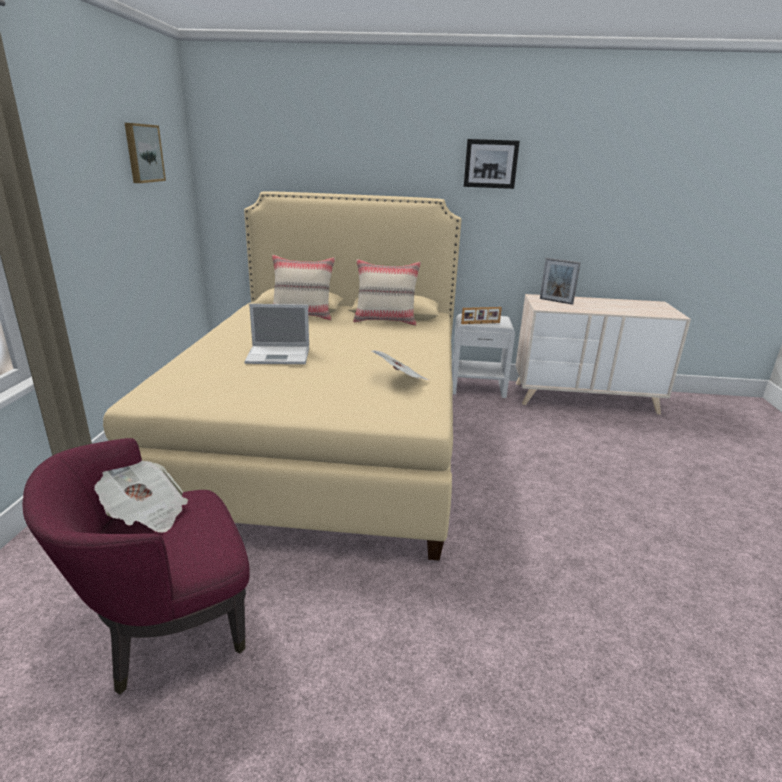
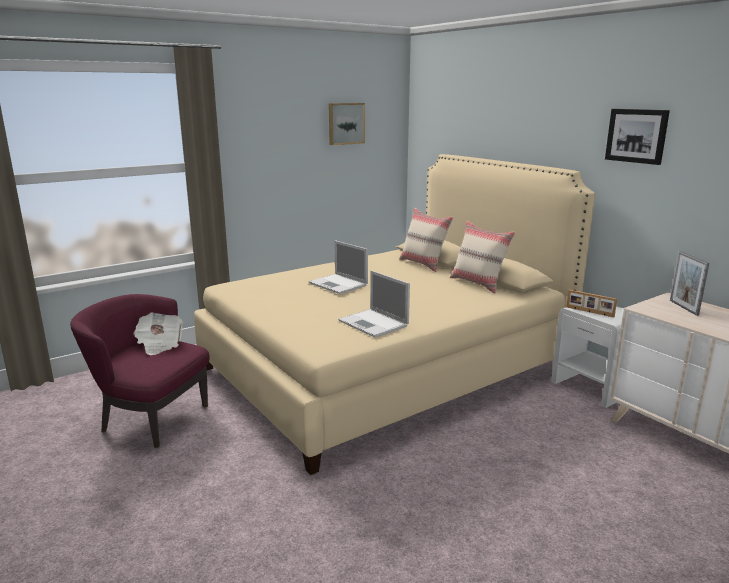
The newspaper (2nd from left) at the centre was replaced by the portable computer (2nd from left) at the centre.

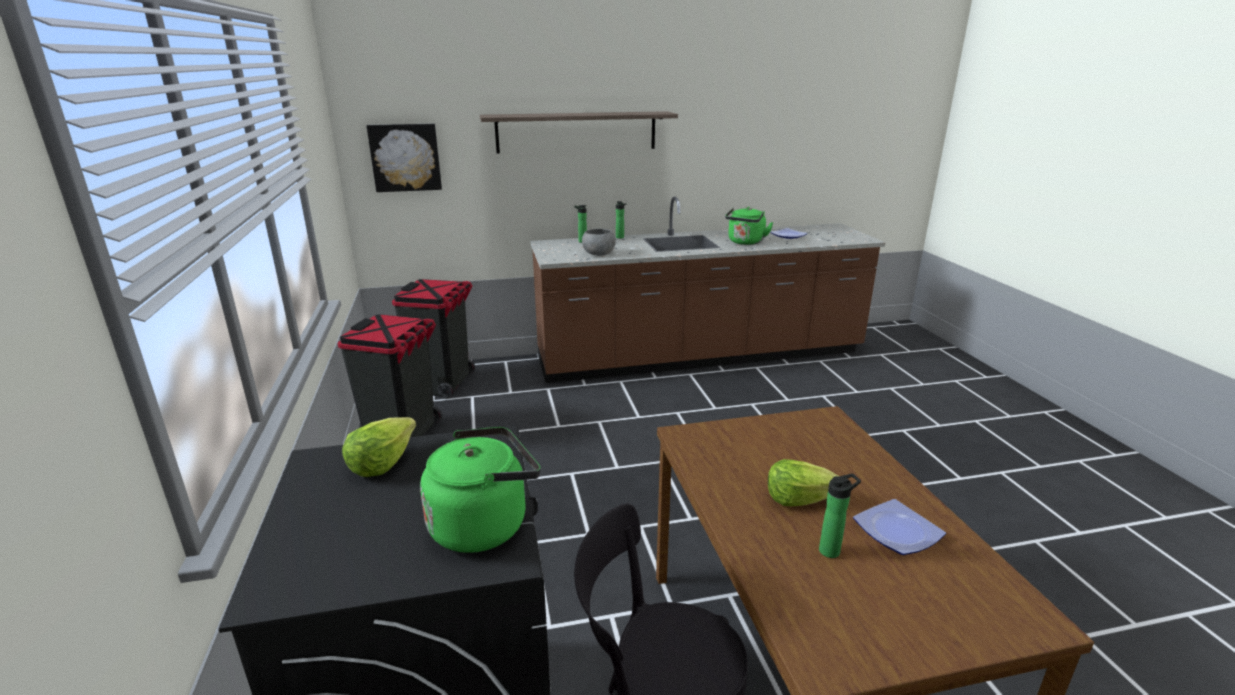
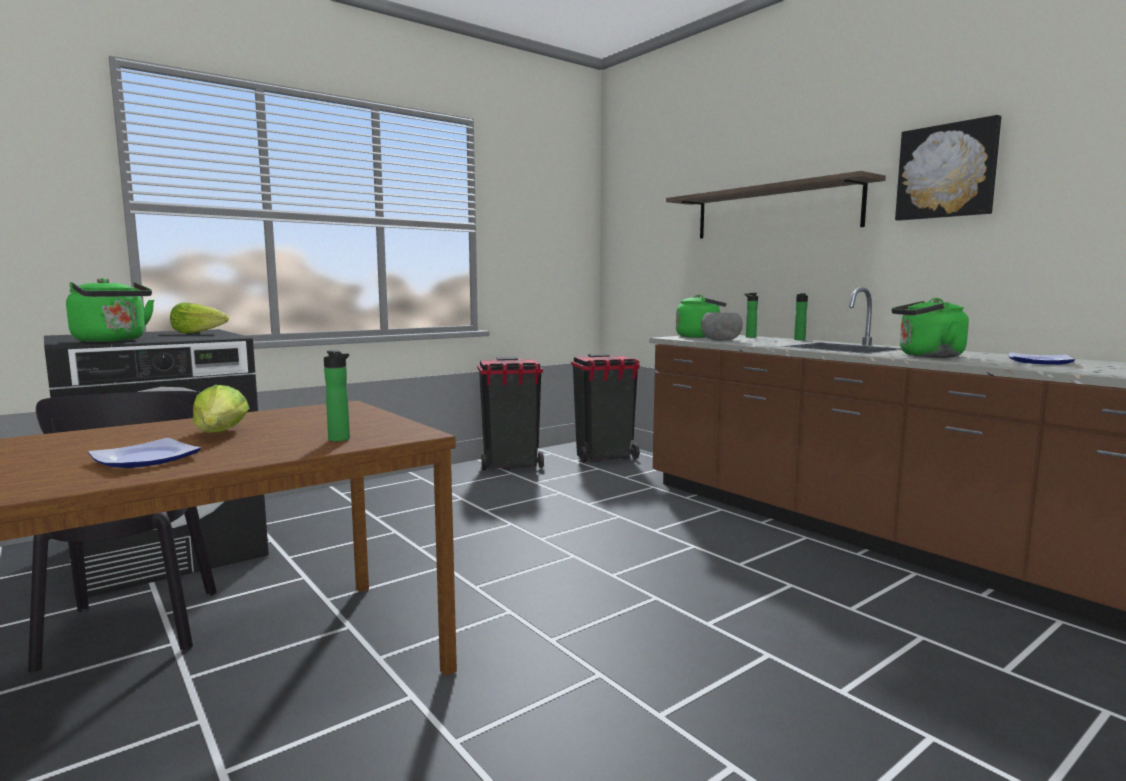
The picture moved from the top left to the top right.
The drink bottle (3rd from left in the first image) moved from the bottom right to the middle left.
The green-coloured water kettle (2nd from left) at the centre appeared.

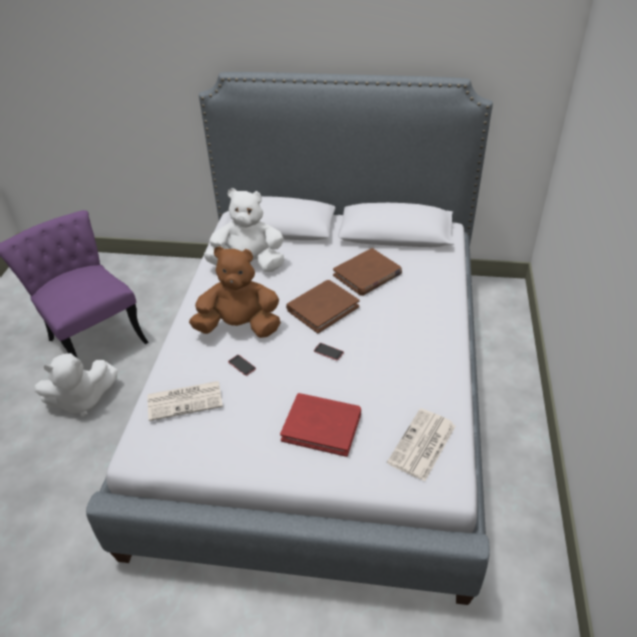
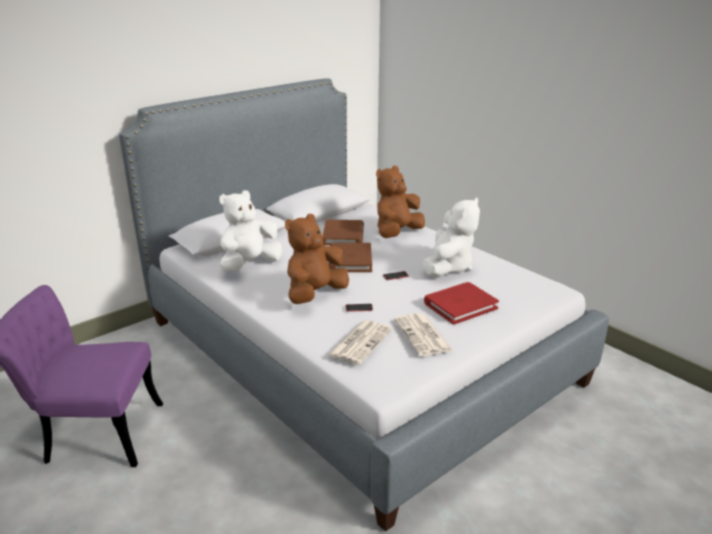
The whitish soft toy (1st from left in the first image) moved from the middle left to the centre.
The newspaper (2nd from left) moved from the bottom centre to the centre.
The brown-coloured soft toy (2nd from left) at the centre appeared.

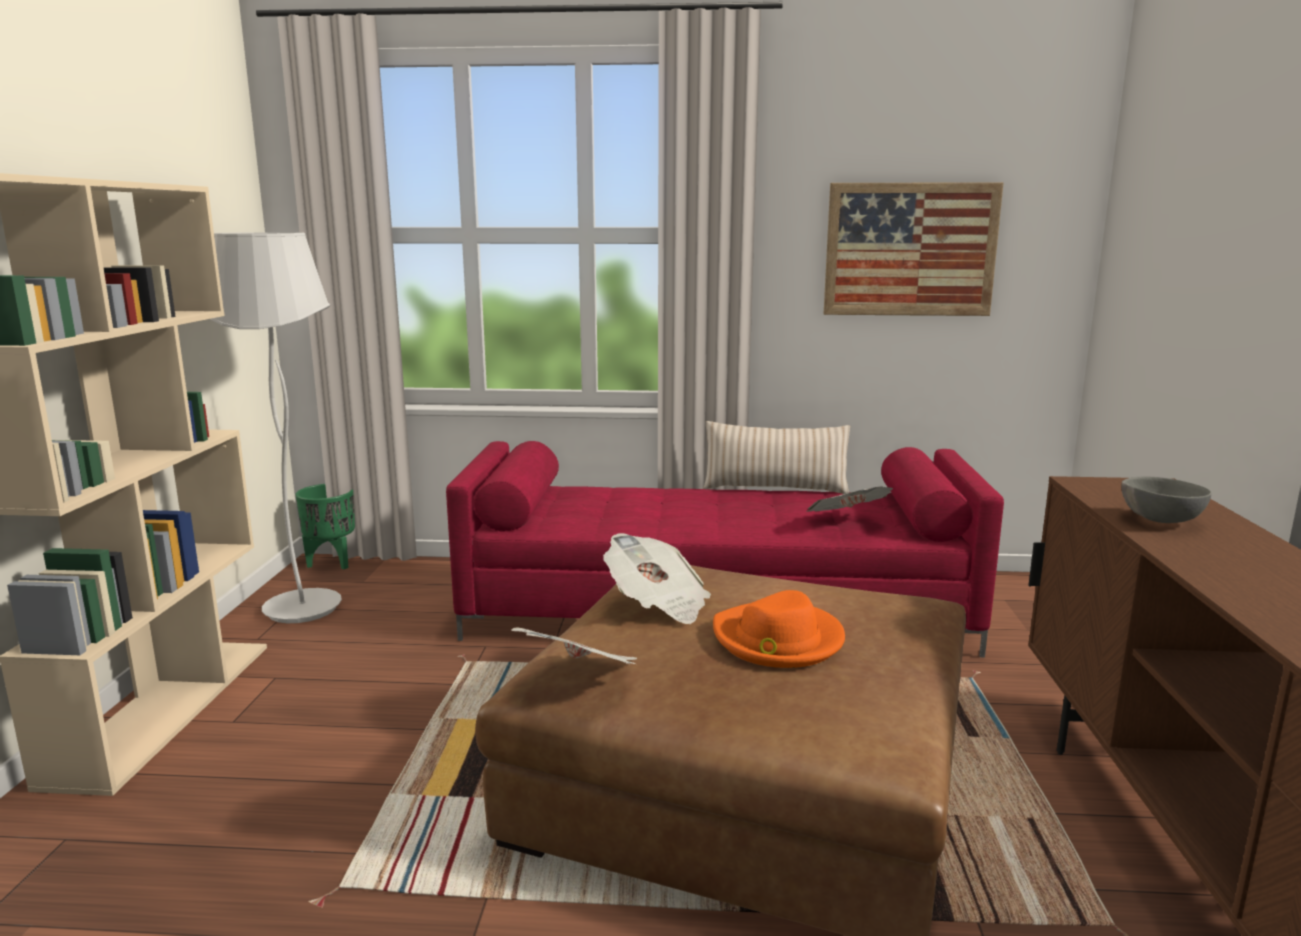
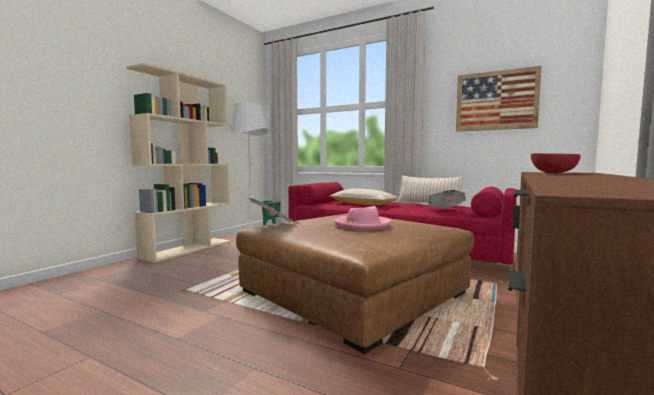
The newspaper (2nd from left) at the centre disappeared.
The orangey wearable hat at the bottom centre became the pink wearable hat at the centre.
The gray deep dish at the middle right became the reddish deep dish at the middle right.
The beige pillow (1st from left) at the centre appeared.

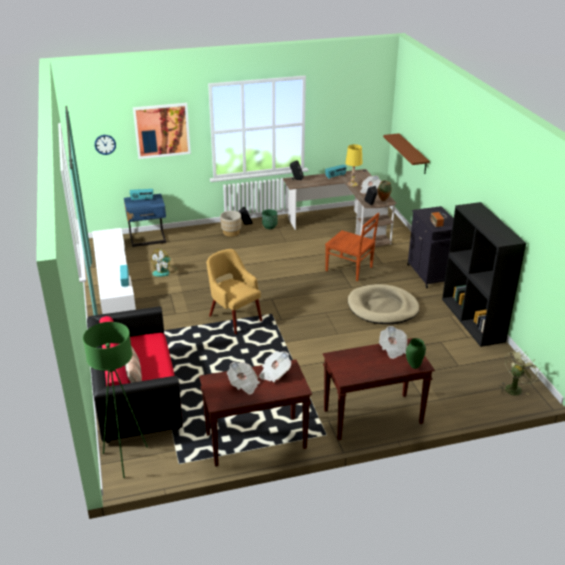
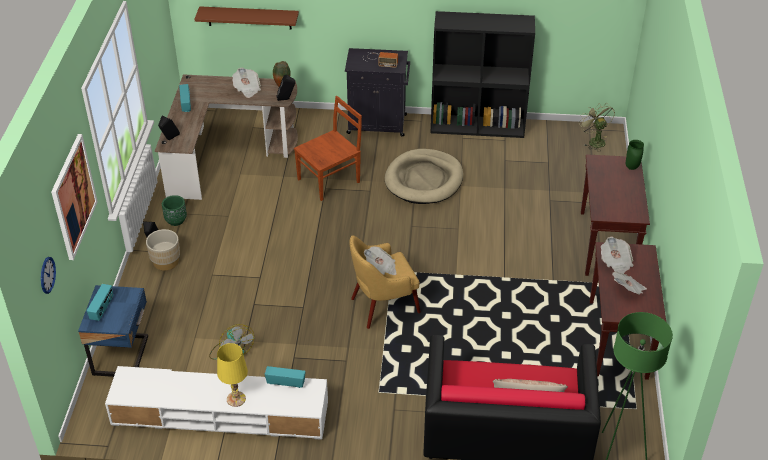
The yellow-coloured lamp for a table moved from the top centre to the bottom left.
The newspaper (4th from left in the first image) moved from the middle right to the centre.

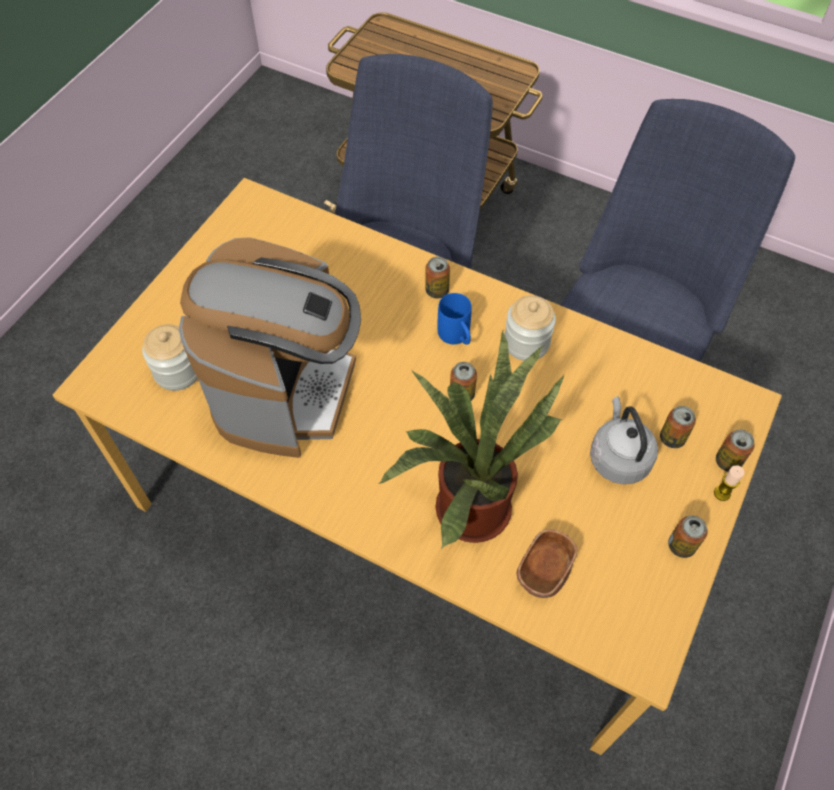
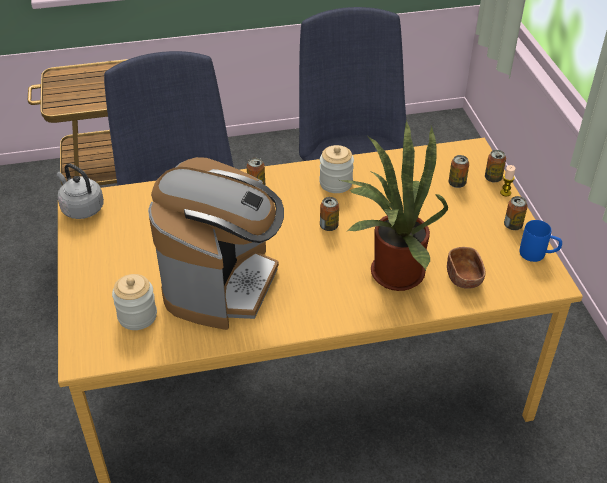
The coffee brewer at the middle left turned 45 degrees clockwise.
The bluish coffee mug moved from the centre to the middle right.
The gray water kettle moved from the middle right to the middle left.

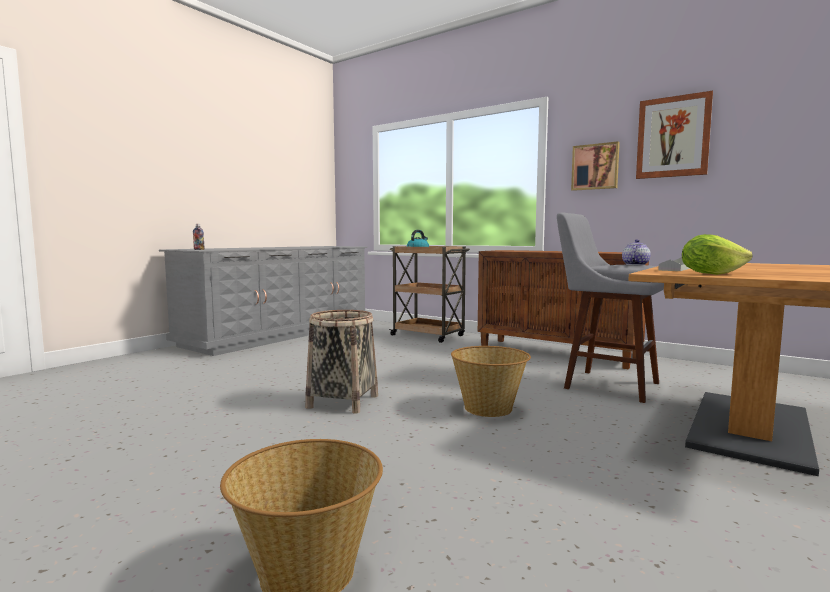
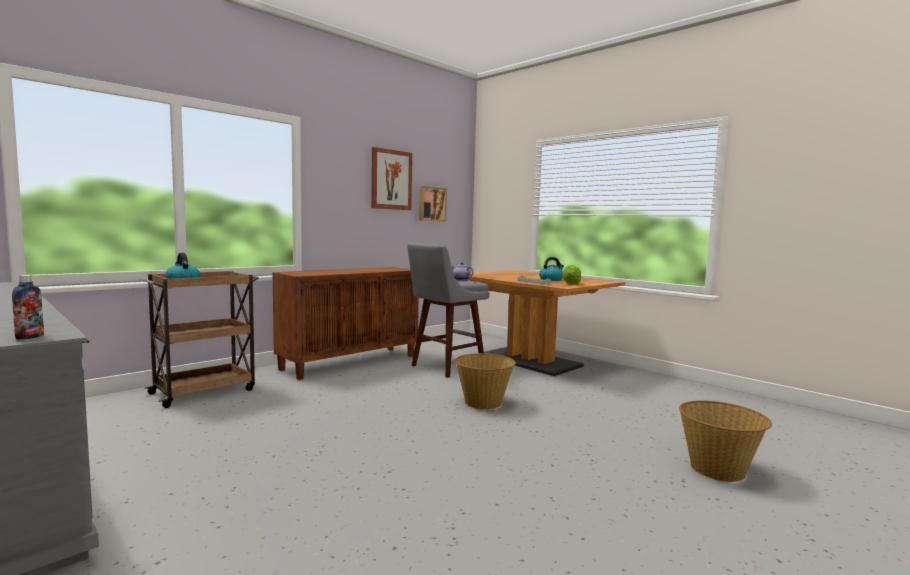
The basket (2nd from left) at the centre disappeared.
The picture (1st from left in the first image) moved from the top right to the centre.
The water kettle (2nd from left) at the centre appeared.

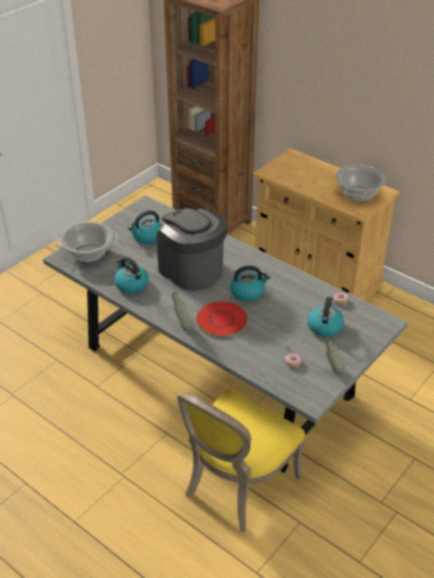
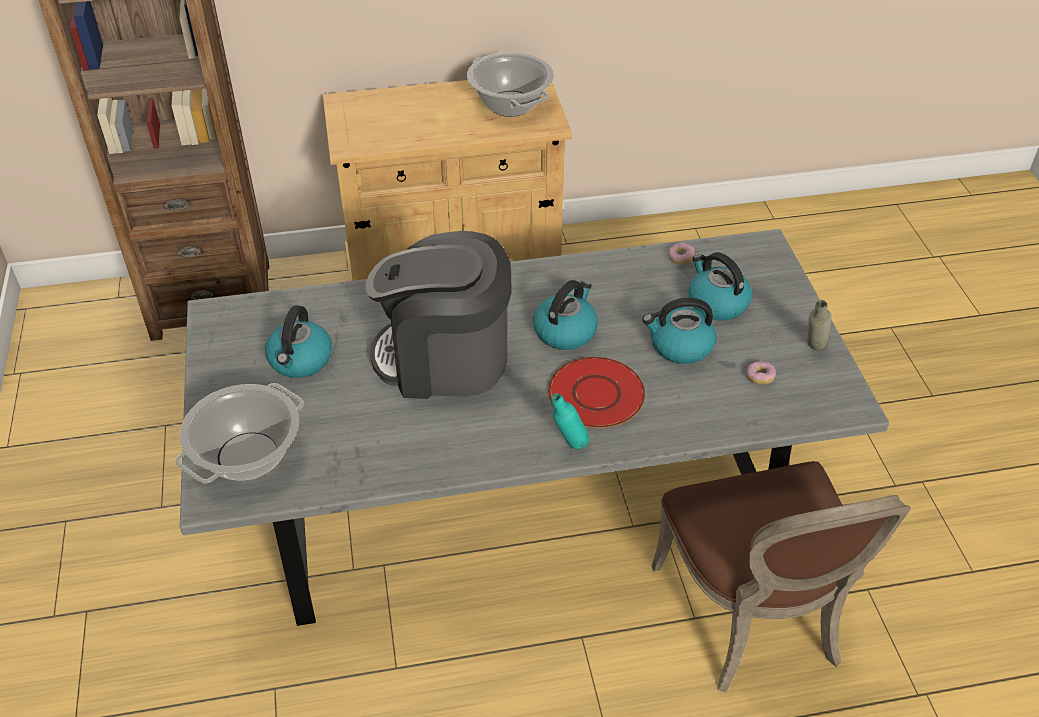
The water kettle (1st from left in the first image) moved from the middle left to the centre.
The gray drink bottle (1st from left) at the centre became the blue-green drink bottle at the centre.
The yellow-coloured chair at the bottom centre became the brown-coloured chair at the bottom right.

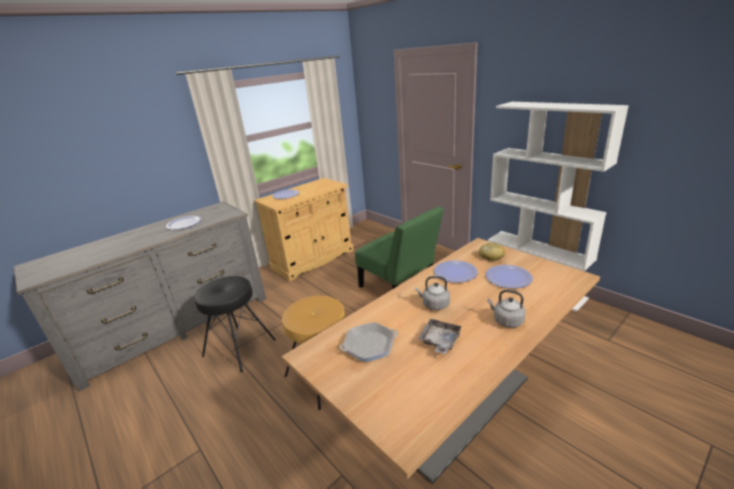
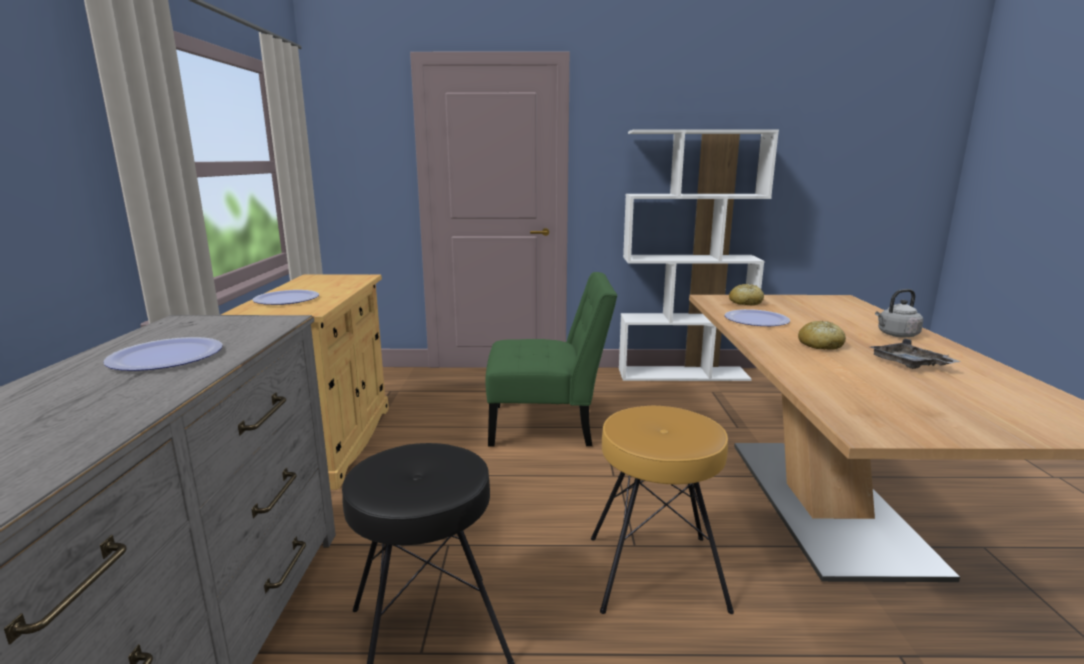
The pan at the bottom centre disappeared.
The gray water kettle (1st from left) at the centre was replaced by the baked bread (2nd from left) at the middle right.
The dinner plate (4th from left) at the middle right disappeared.

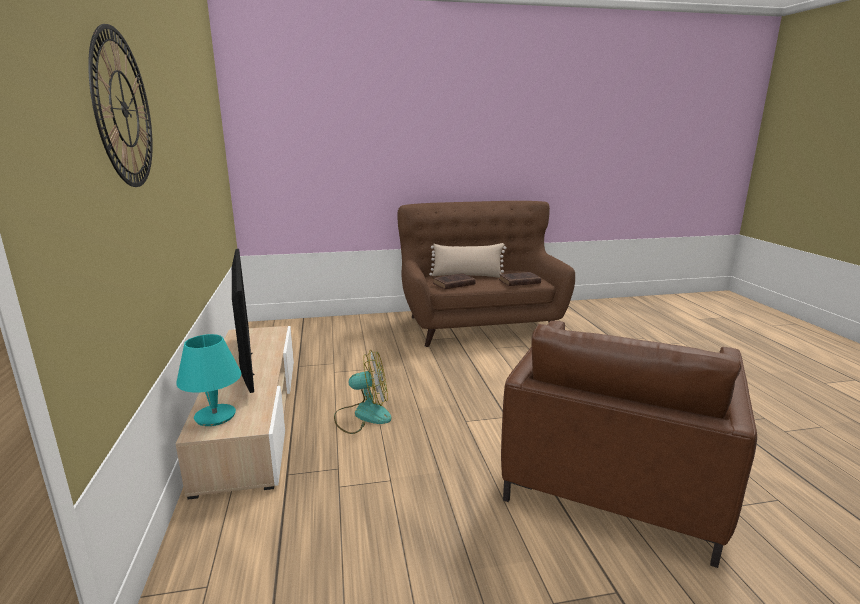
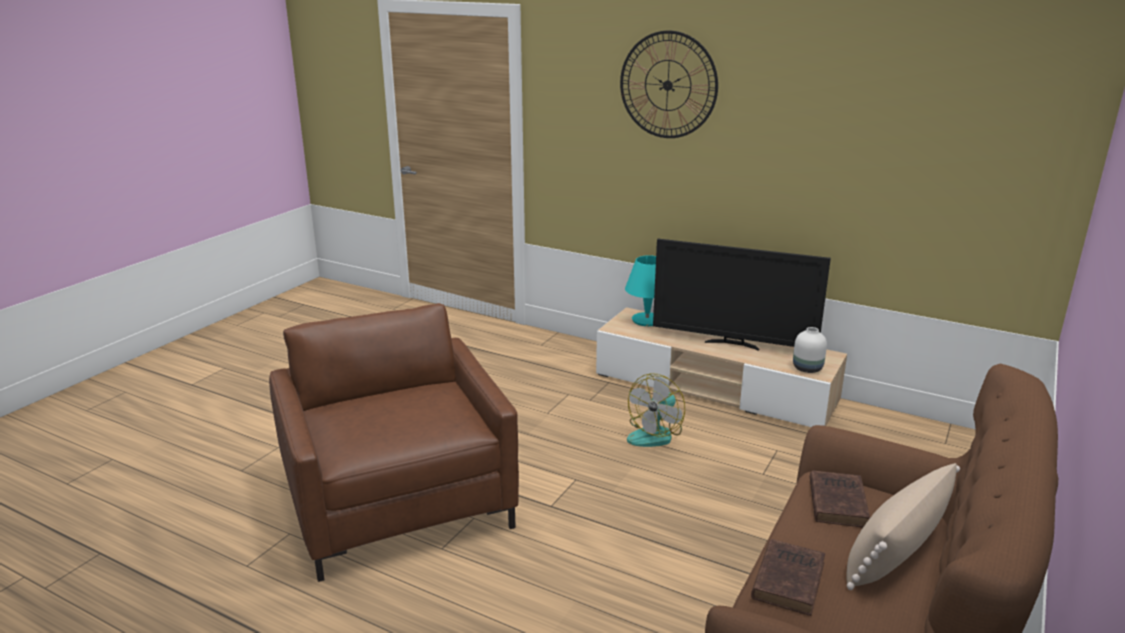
The whitish flower vase at the middle right appeared.

